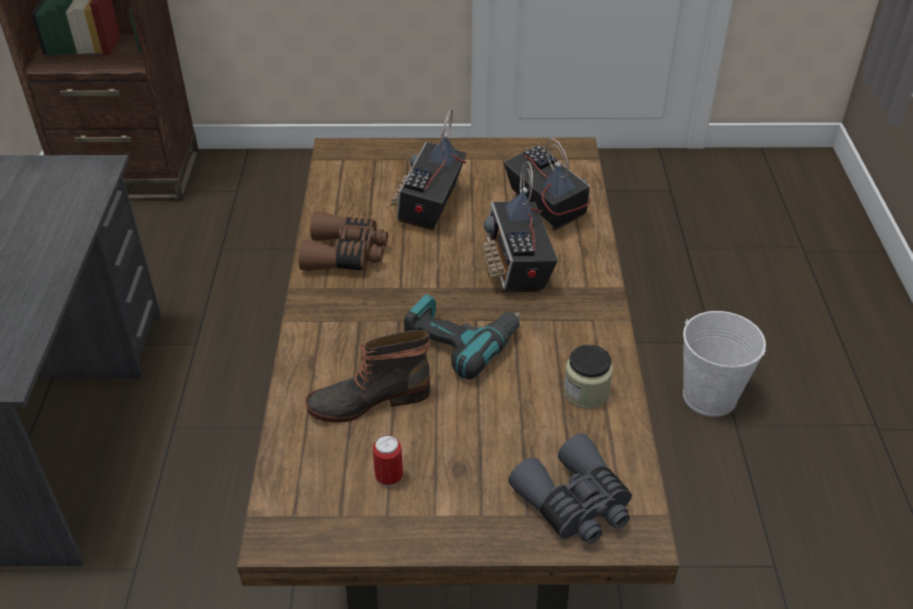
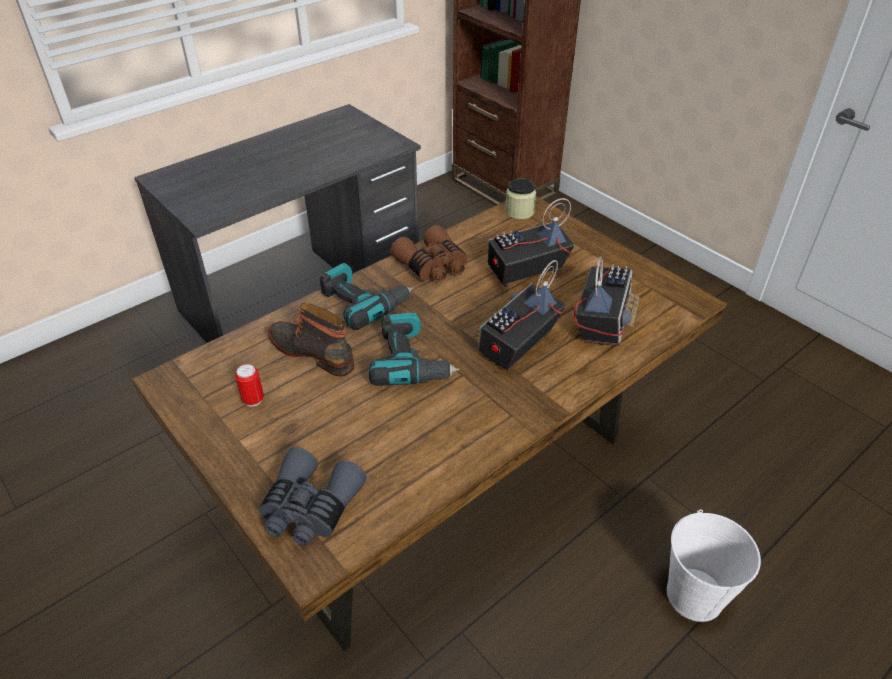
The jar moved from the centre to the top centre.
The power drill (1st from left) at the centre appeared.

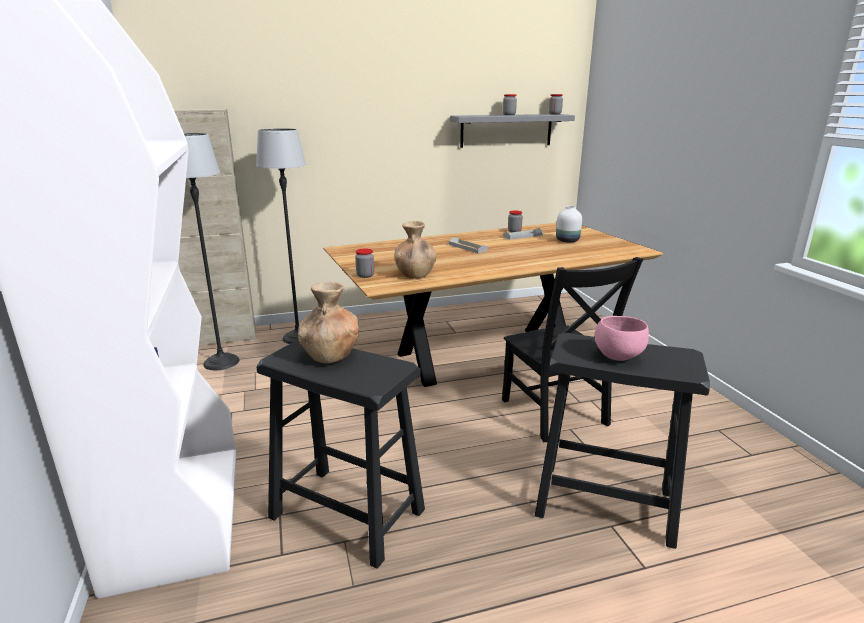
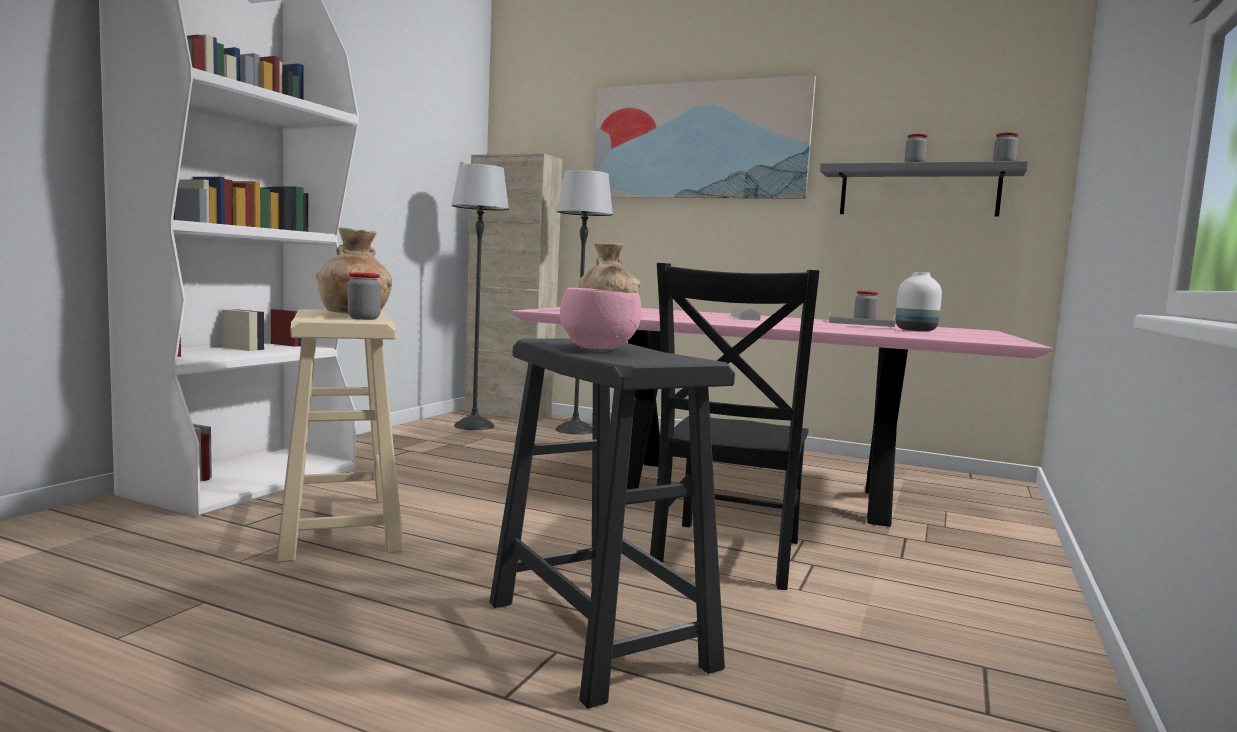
The blackish stool (1st from left) at the bottom centre became the beige stool at the middle left.
The brown-coloured dining table at the centre became the pink dining table at the centre.
The jar (1st from left) moved from the centre to the middle left.
The picture at the top centre appeared.

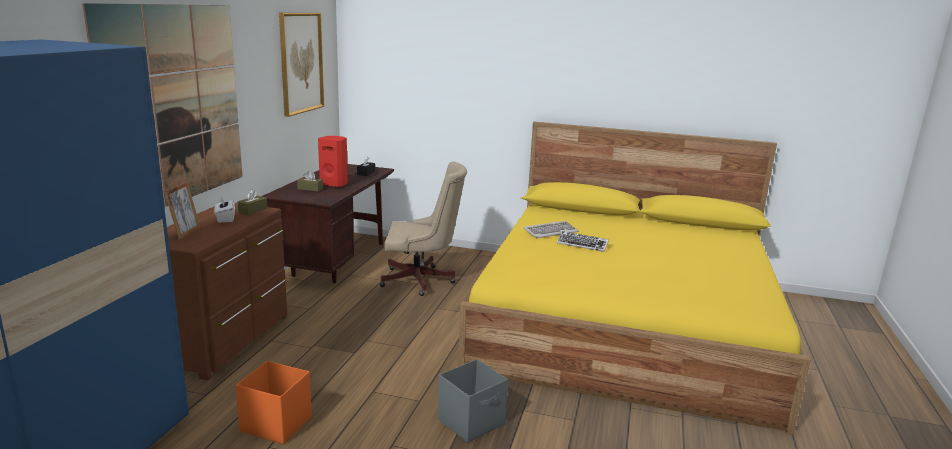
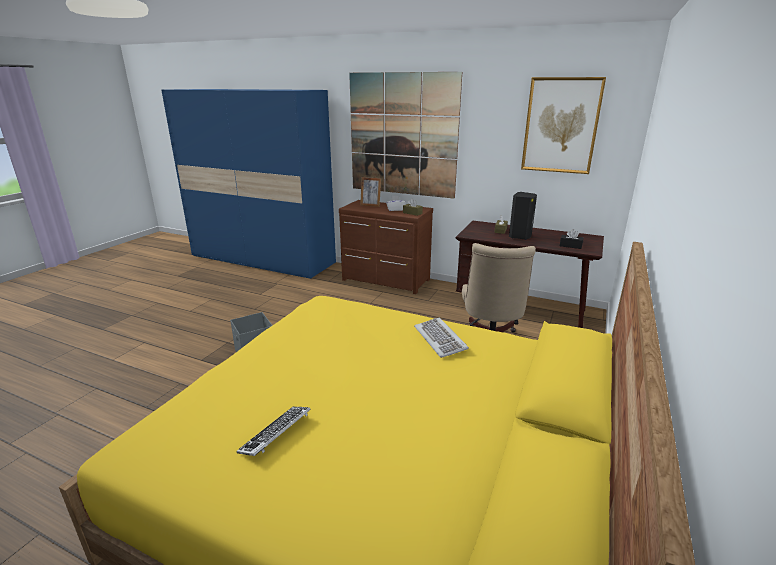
The orangey storage bin at the bottom left disappeared.
The reddish audio speaker at the centre became the blackish audio speaker at the middle right.
The computer keyboard (2nd from left in the first image) moved from the centre to the bottom centre.

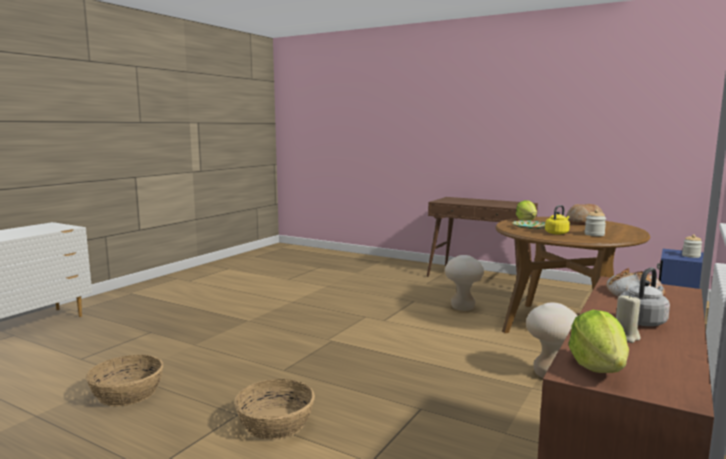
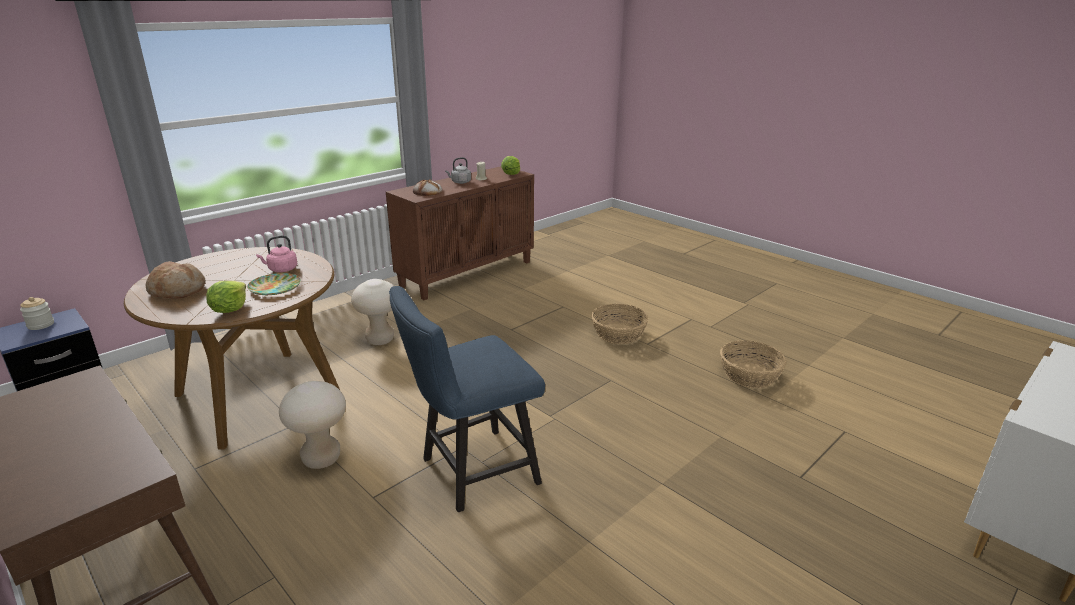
The yellow-coloured water kettle at the middle right became the pink water kettle at the middle left.
The jar (1st from left) at the middle right disappeared.
The bluish chair at the centre appeared.

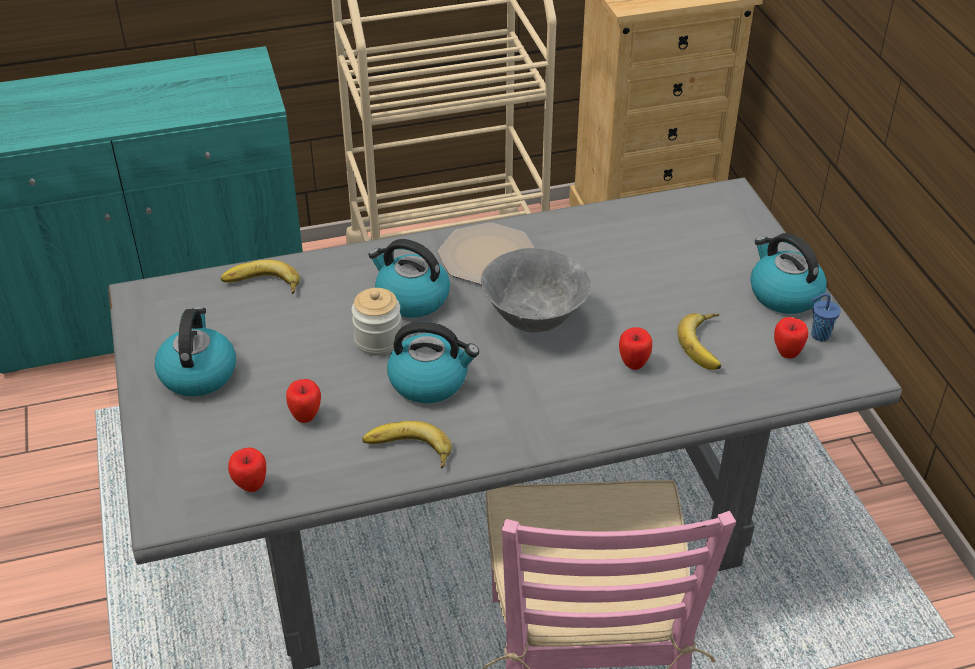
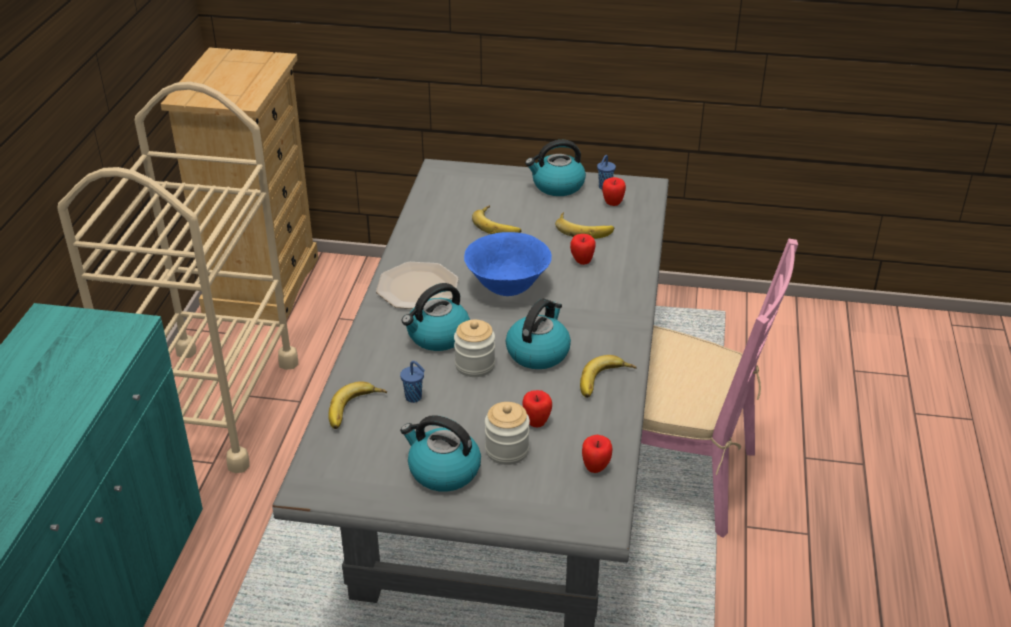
The gray deep dish at the centre became the bluish deep dish at the centre.
The bluish drinking cup (1st from left) at the centre appeared.
The banana fruit (2nd from left) at the centre appeared.
The jar (2nd from left) at the bottom centre appeared.

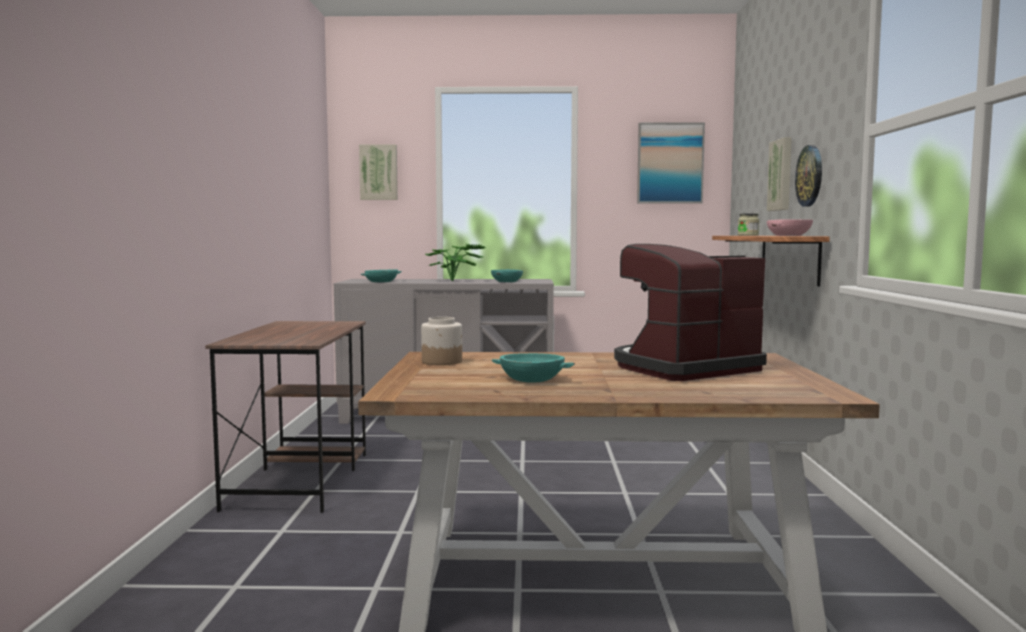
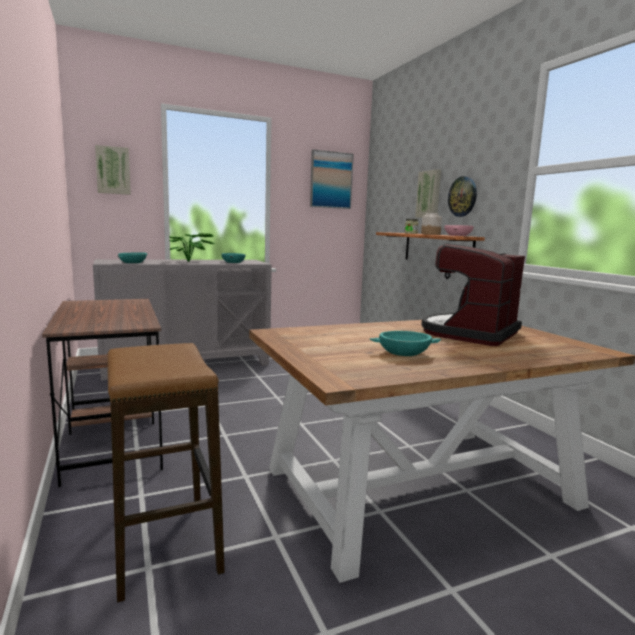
The jar (1st from left in the first image) moved from the centre to the middle right.
The stool at the bottom left appeared.

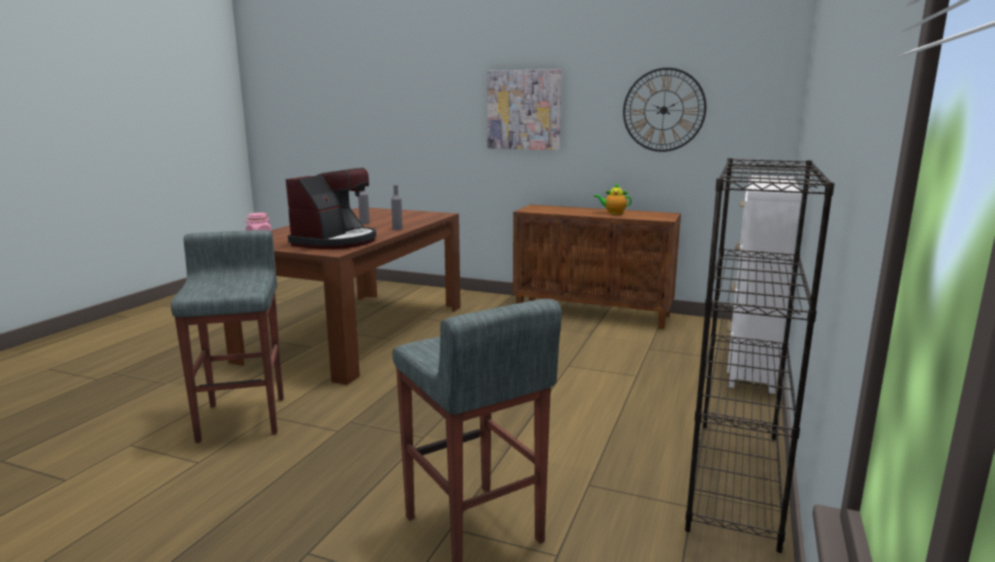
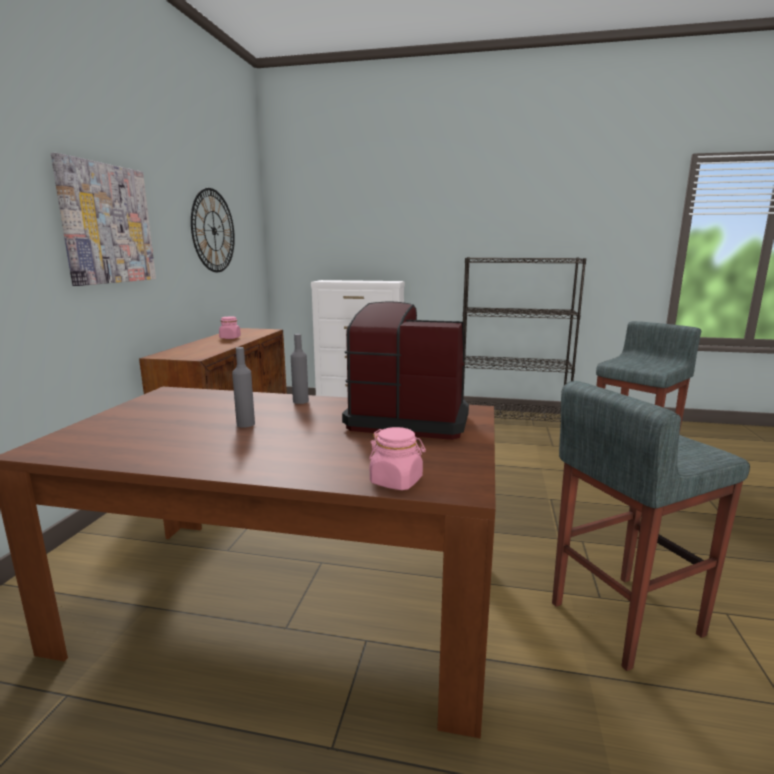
The tea pot at the centre was replaced by the pink jar (1st from left) at the middle left.

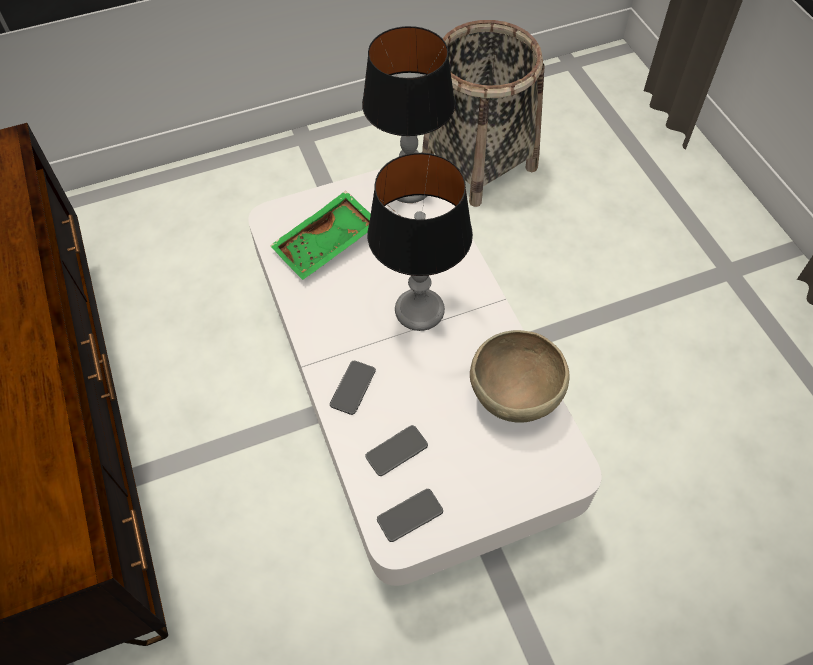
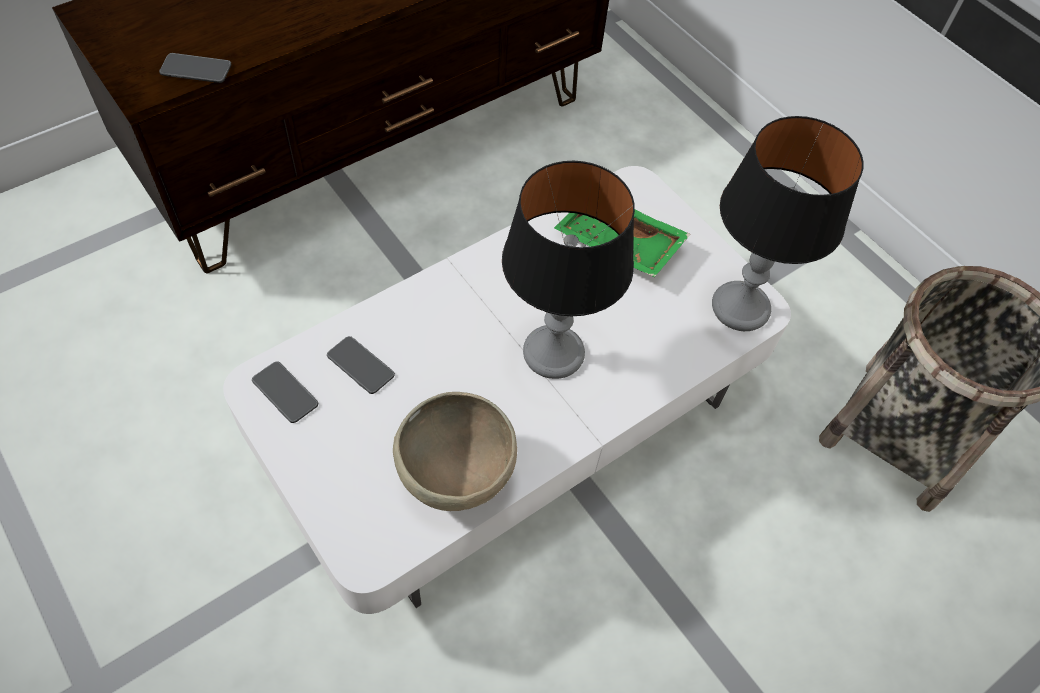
The telephone (1st from left) moved from the centre to the top left.

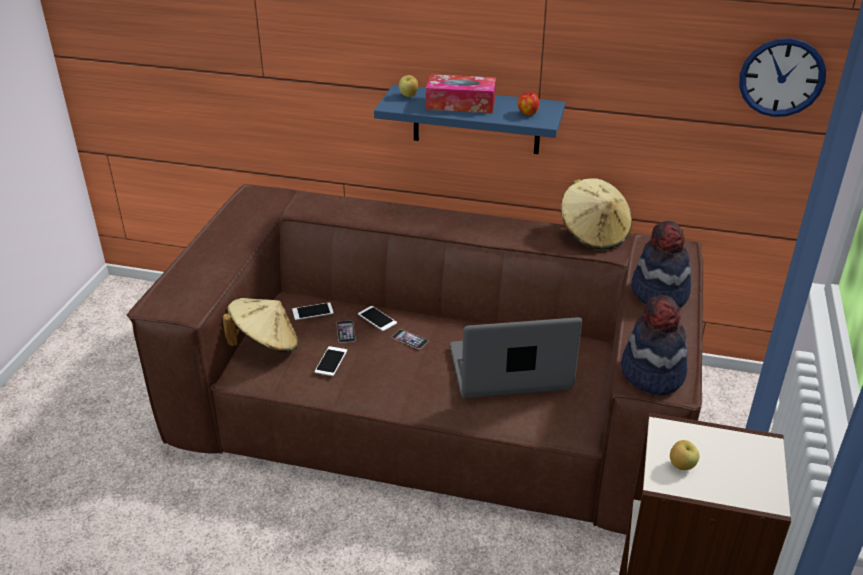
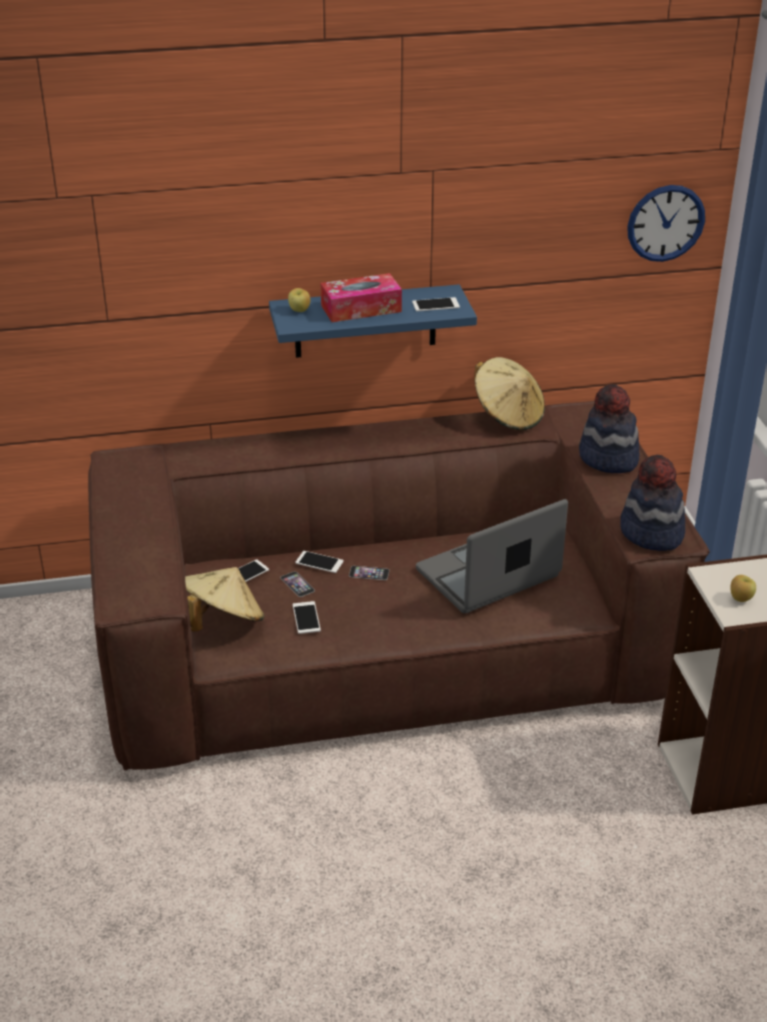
The apple fruit (2nd from left) at the top centre was replaced by the telephone (6th from left) at the top centre.

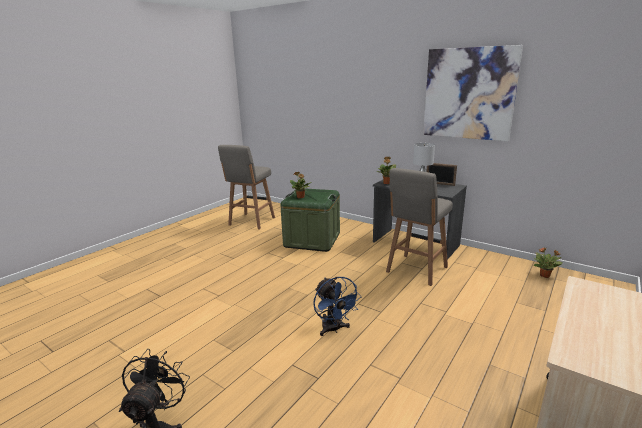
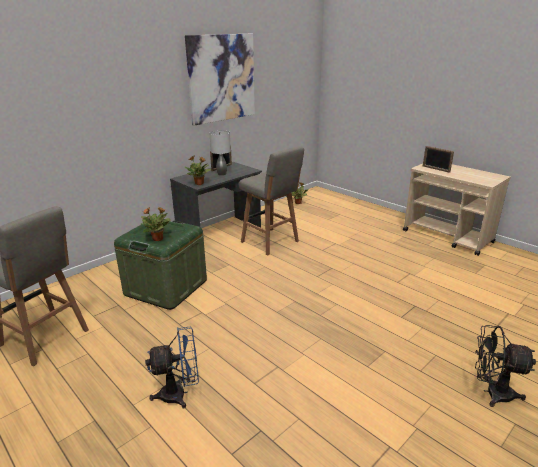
The bluish electric fan moved from the bottom centre to the bottom left.
The photo frame (2nd from left) at the middle right appeared.

